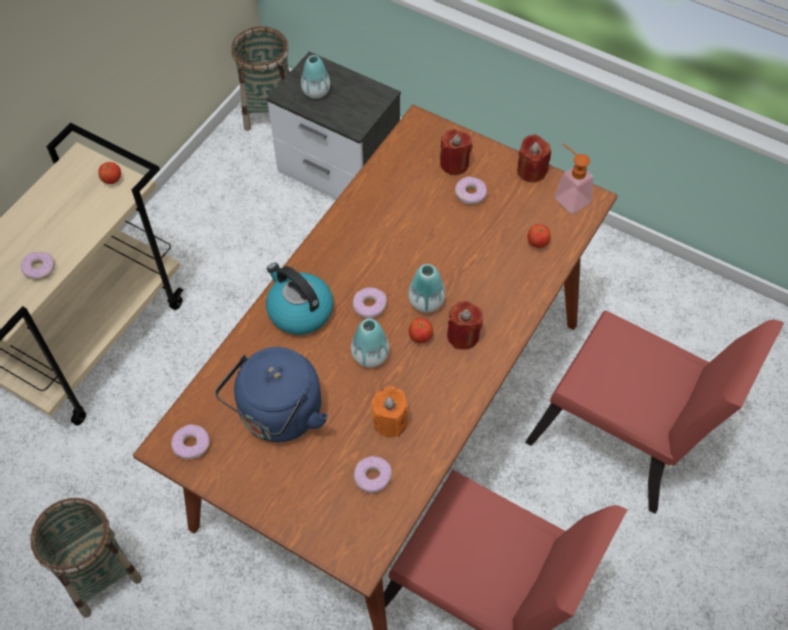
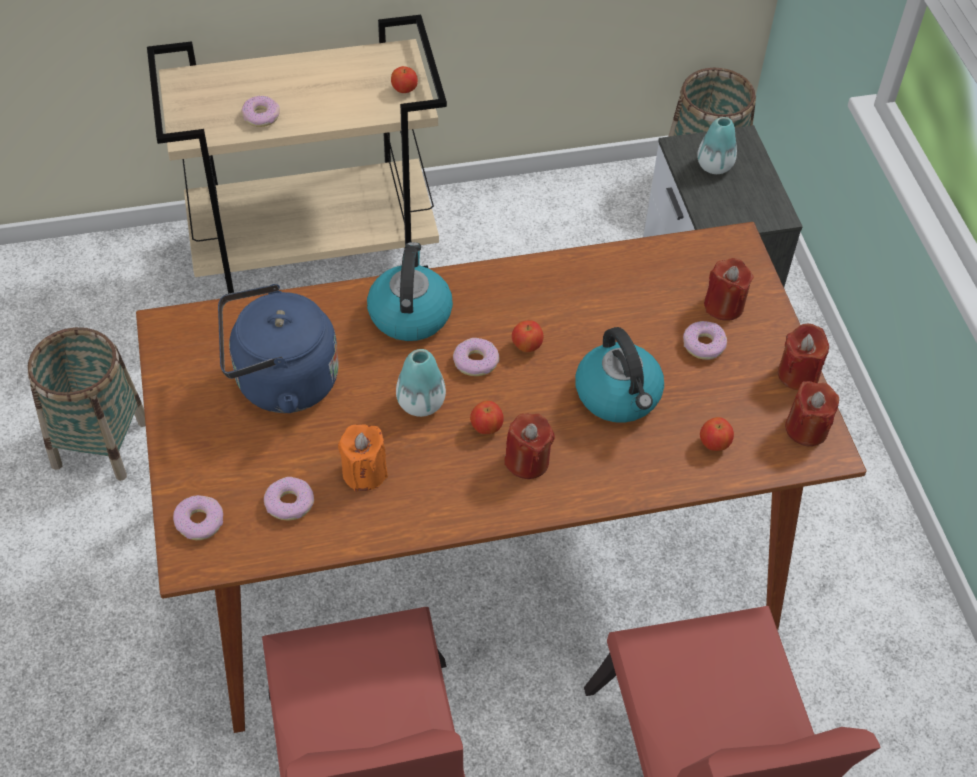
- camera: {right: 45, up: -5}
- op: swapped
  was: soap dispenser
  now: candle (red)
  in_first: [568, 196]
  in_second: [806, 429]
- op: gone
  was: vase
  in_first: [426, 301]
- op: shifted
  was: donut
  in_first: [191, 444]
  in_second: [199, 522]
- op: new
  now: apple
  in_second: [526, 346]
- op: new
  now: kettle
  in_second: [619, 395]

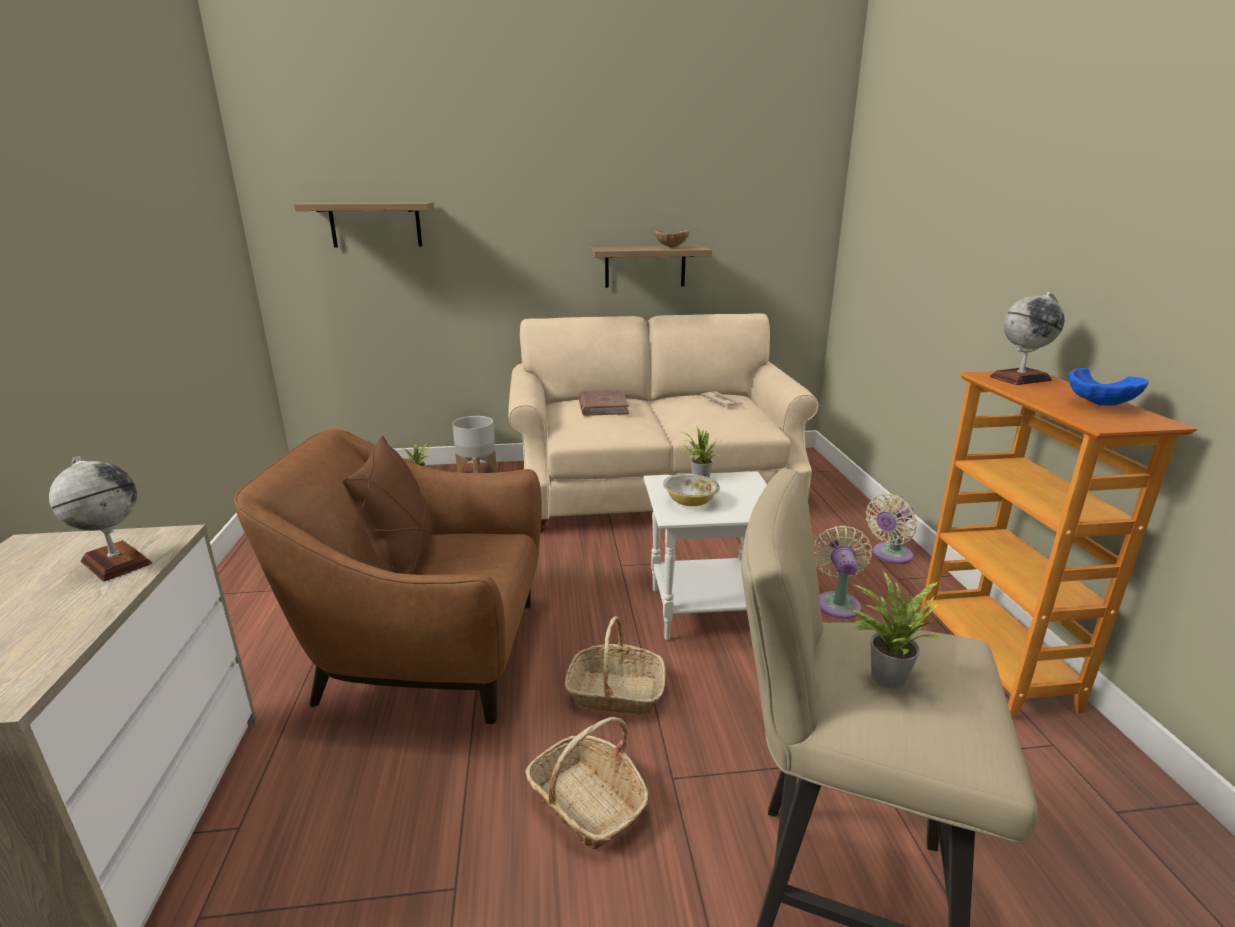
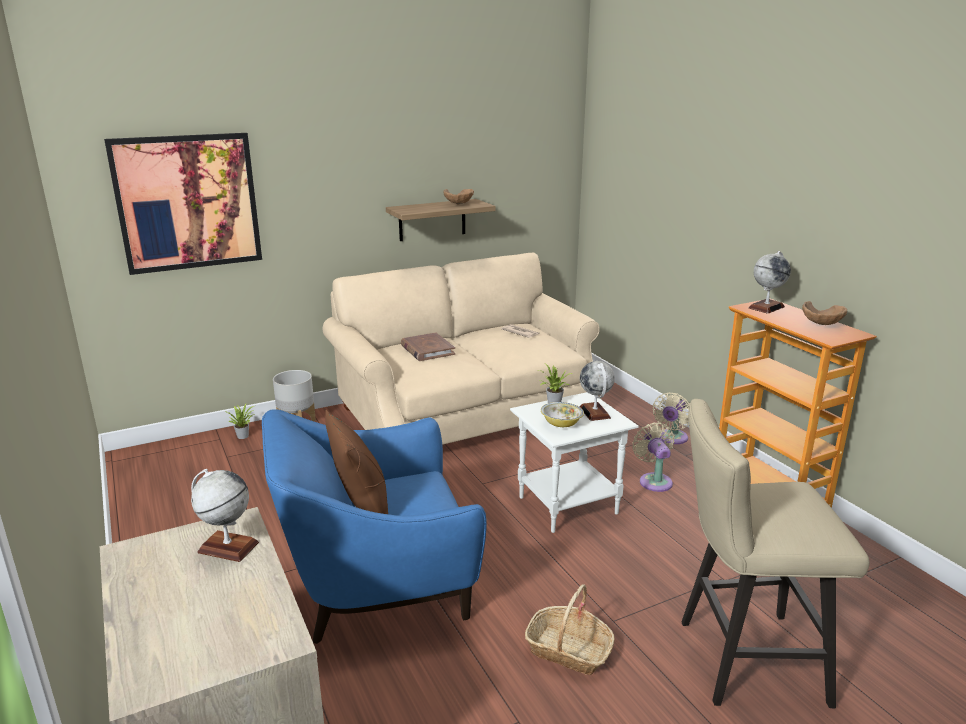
- camera: {right: -20, up: 0}
- op: swapped
  was: shelf
  now: picture
  in_first: [375, 224]
  in_second: [188, 202]
- op: repainted
  was: bowl (blue)
  now: bowl (brown)
  in_first: [1098, 406]
  in_second: [820, 325]
- op: repainted
  was: armchair (brown)
  now: armchair (blue)
  in_first: [427, 654]
  in_second: [378, 584]
- op: gone
  was: potted plant
  in_first: [884, 674]
- op: gone
  was: basket
  in_first: [615, 693]
- op: new
  now: globe
  in_second: [595, 412]

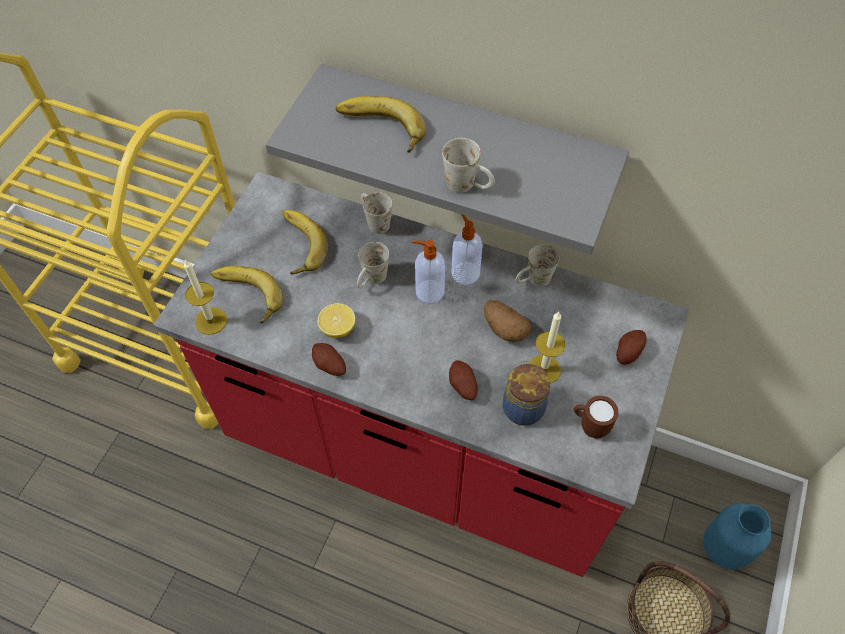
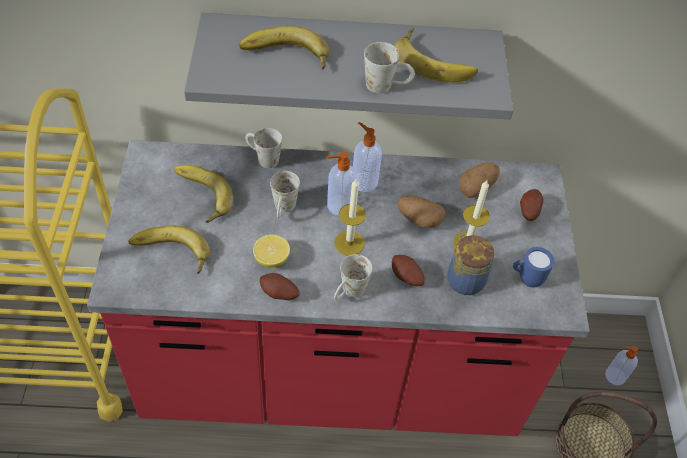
- camera: {right: -25, up: -5}
- op: shifted
  was: mug (white)
  in_first: [533, 281]
  in_second: [349, 293]
- op: shifted
  was: candle
  in_first: [211, 321]
  in_second: [349, 243]
- op: repainted
  was: mug (brown)
  now: mug (blue)
  in_first: [589, 426]
  in_second: [526, 279]
- op: swapped
  was: vase (blue)
  now: soap dispenser
  in_first: [725, 548]
  in_second: [614, 376]
- op: new
  now: banana
  in_second: [435, 61]
- op: new
  now: potato
  in_second: [477, 188]

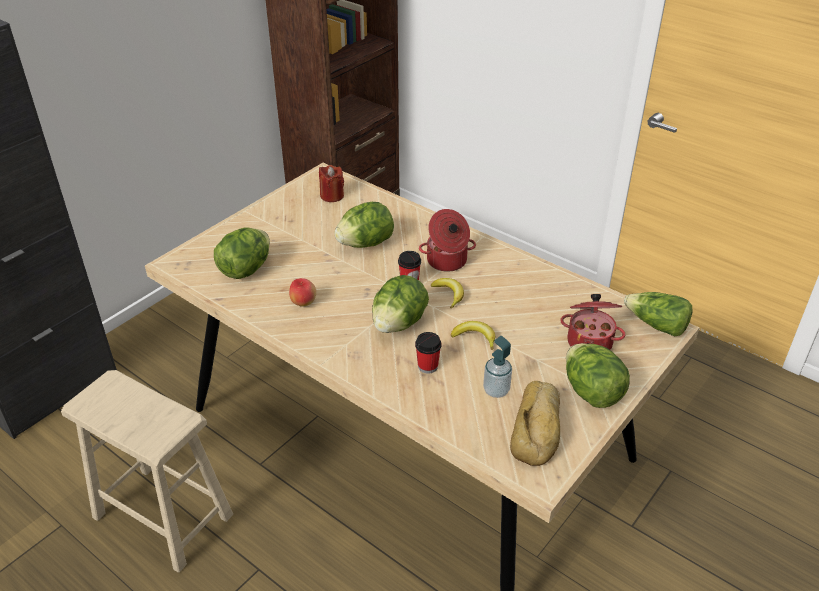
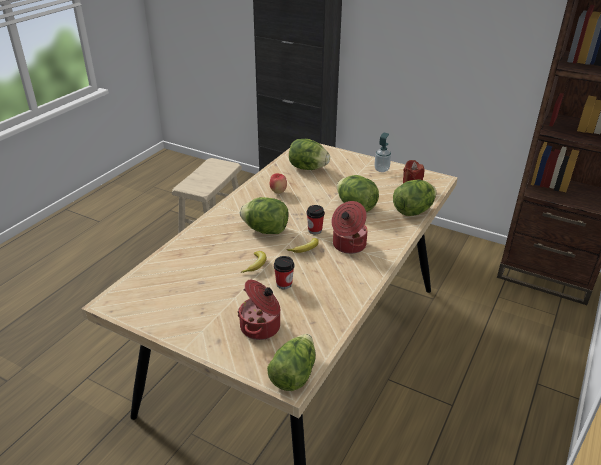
- camera: {right: 80, up: -5}
- op: shifted
  was: cup
  in_first: [427, 366]
  in_second: [284, 284]
- op: shifted
  was: soap dispenser
  in_first: [496, 390]
  in_second: [381, 169]
- op: shifted
  was: lettuce
  in_first: [591, 392]
  in_second: [413, 211]
- op: gone
  was: bread
  in_first: [538, 428]

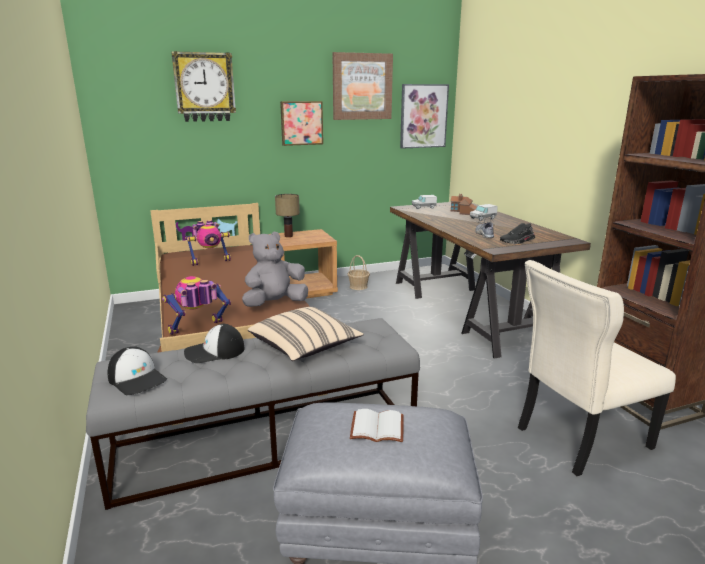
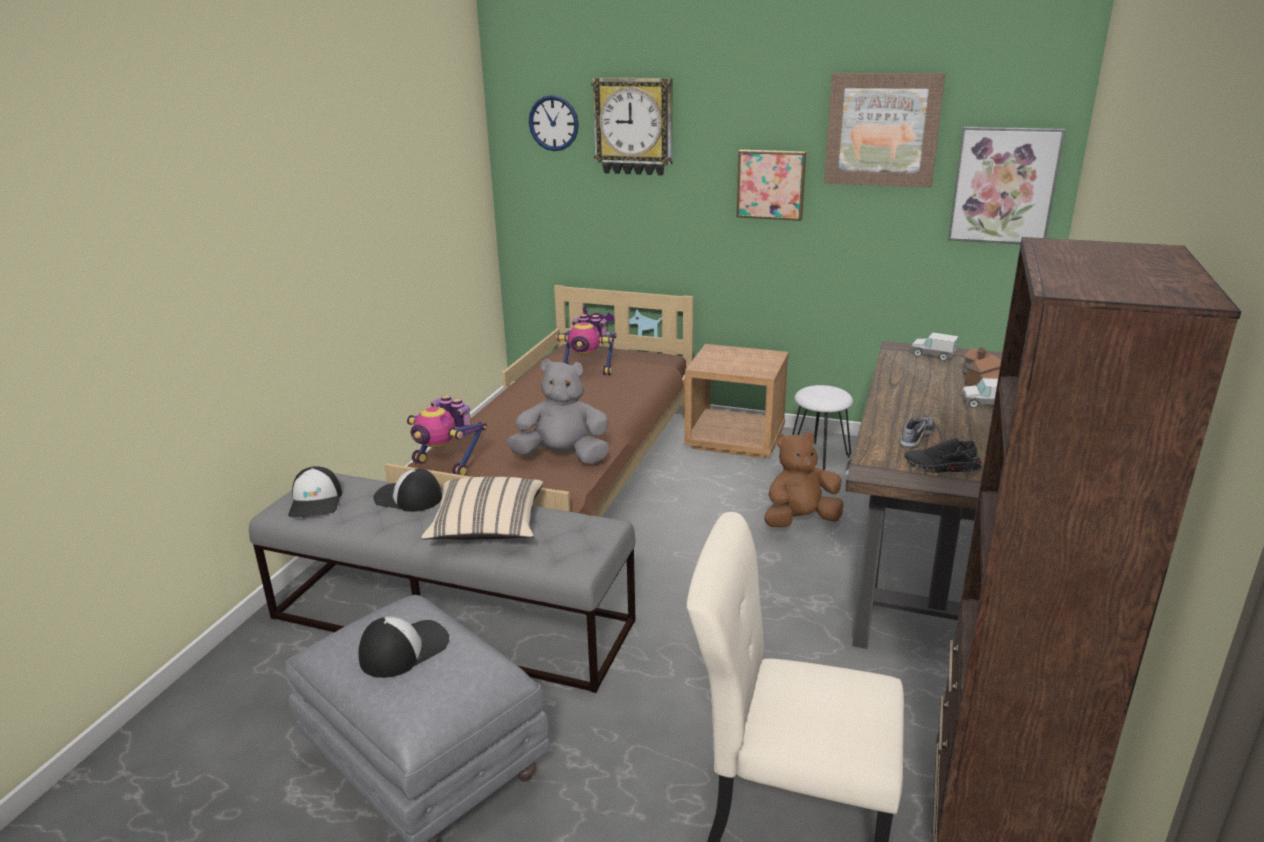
- camera: {right: 40, up: 5}
- op: gone
  was: table lamp
  in_first: [288, 236]
- op: swapped
  was: basket
  now: stool (white)
  in_first: [358, 286]
  in_second: [819, 456]
- op: rotated
  was: toy robot
  in_first: [198, 330]
  in_second: [446, 465]
  clockwise: -150
- op: swapped
  was: book (white)
  now: cap
  in_first: [376, 429]
  in_second: [403, 649]
- op: new
  now: wall clock
  in_second: [553, 123]
- op: new
  now: plush toy (brown)
  in_second: [800, 520]

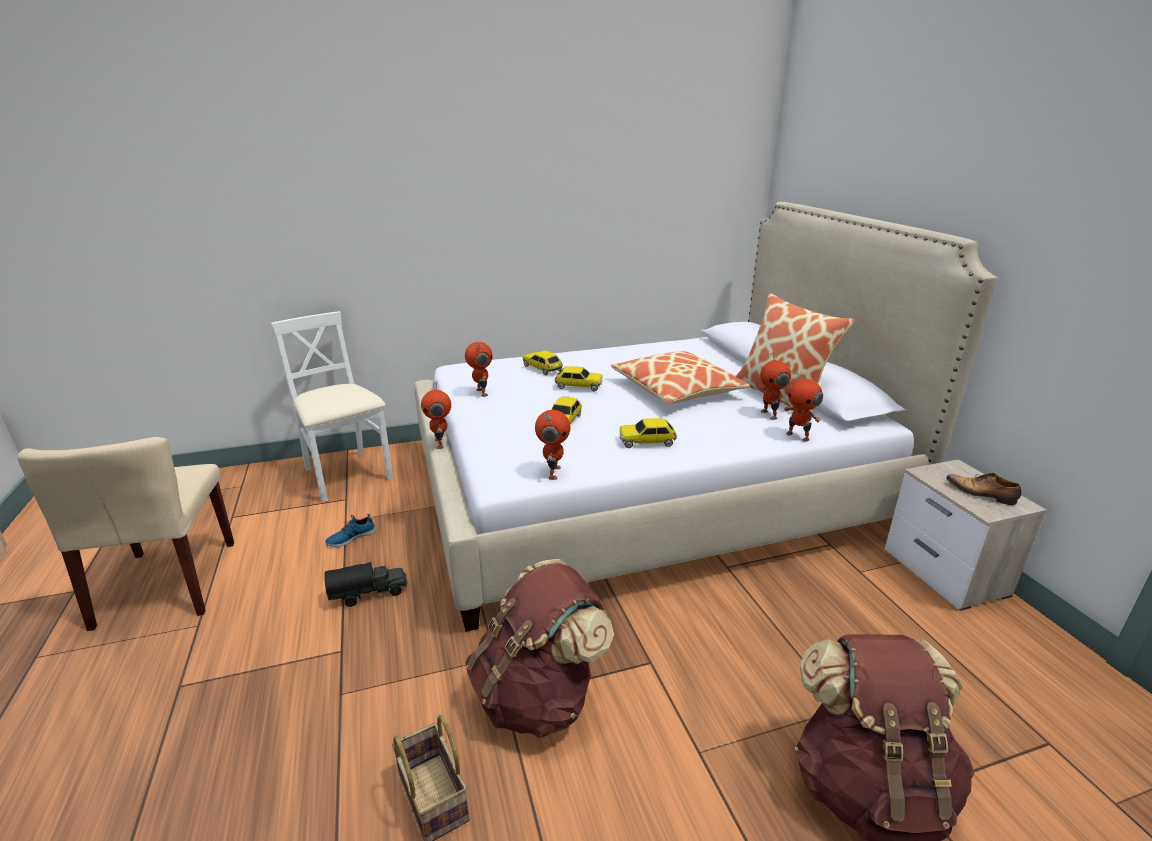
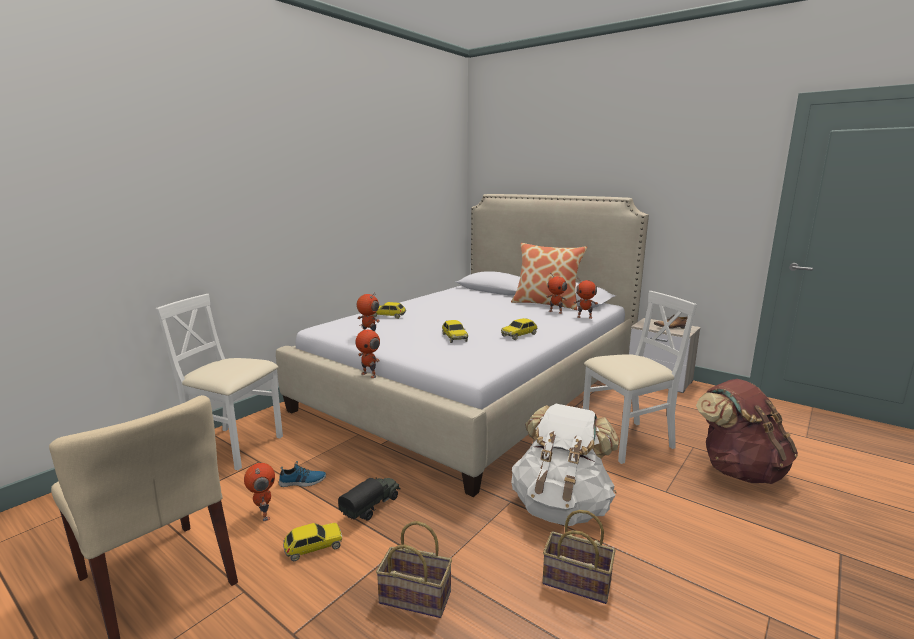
- camera: {right: -35, up: -10}
- op: gone
  was: pillow
  in_first: [677, 390]
- op: shifted
  was: toy car
  in_first: [578, 386]
  in_second: [313, 547]
- op: shifted
  was: toy robot
  in_first: [553, 472]
  in_second: [263, 514]
- op: rotated
  was: shoe
  in_first: [351, 537]
  in_second: [302, 482]
  clockwise: -120
- op: repainted
  was: backpack (brown)
  now: backpack (white)
  in_first: [538, 696]
  in_second: [561, 507]
- op: new
  now: chair (white)
  in_second: [627, 441]
- op: new
  now: basket
  in_second: [417, 596]

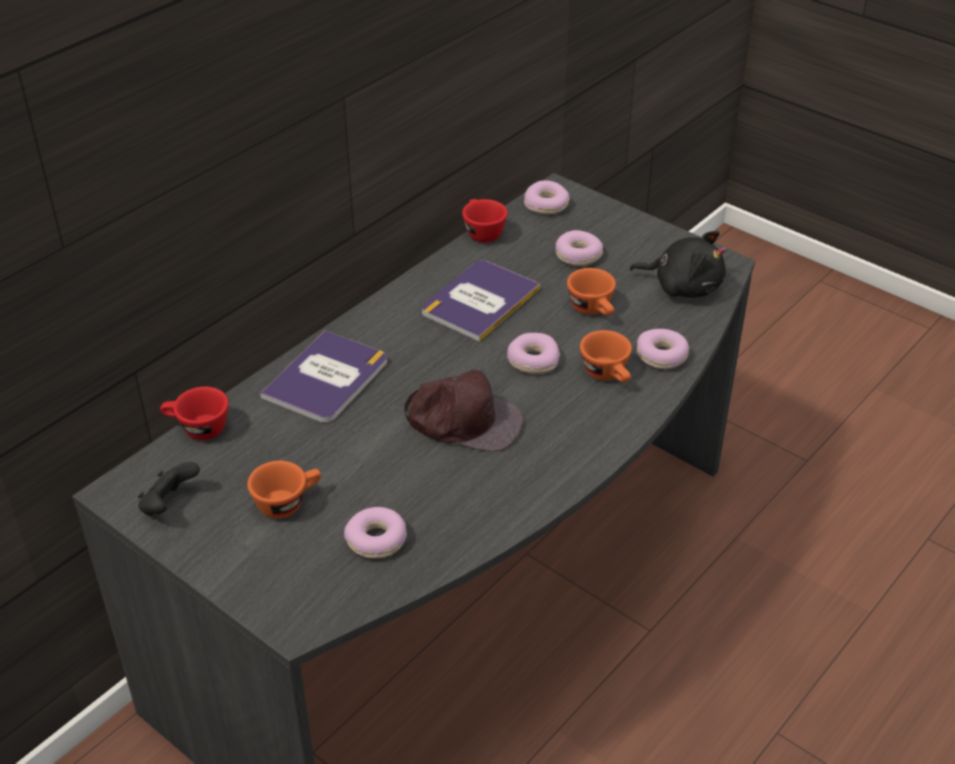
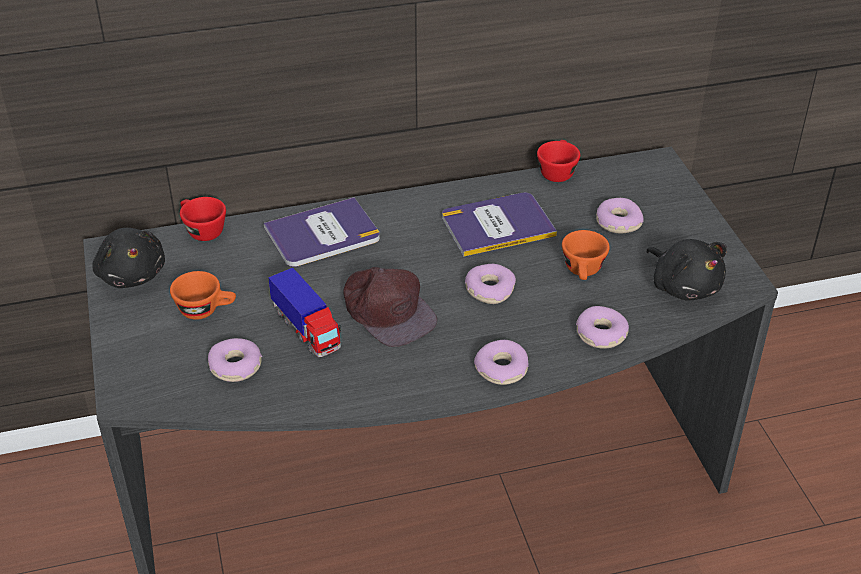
- camera: {right: 35, up: 0}
- op: shifted
  was: donut
  in_first: [546, 205]
  in_second: [502, 369]
- op: gone
  was: cup (orange)
  in_first: [608, 375]
- op: swapped
  was: game controller (black)
  now: plush toy (black)
  in_first: [169, 505]
  in_second: [132, 274]
- op: new
  now: toy truck
  in_second: [306, 330]

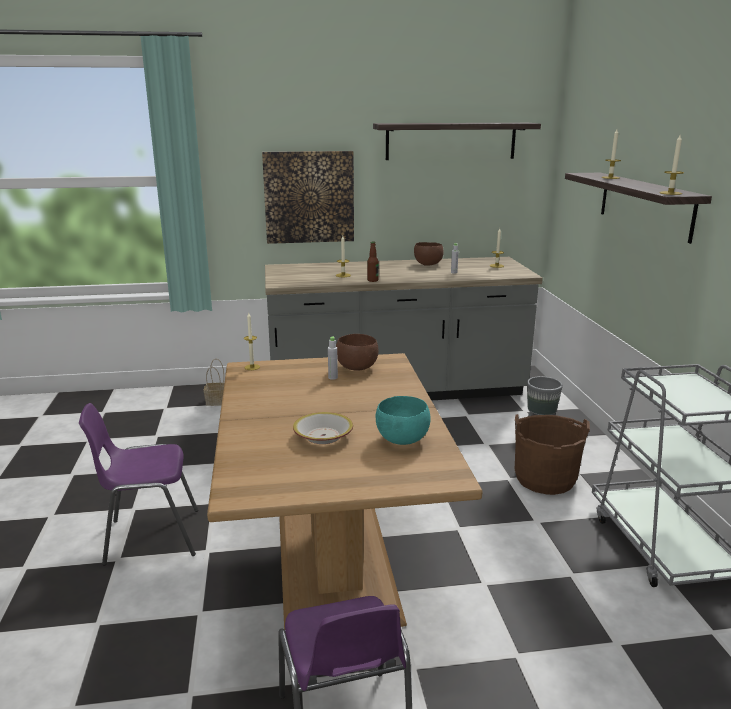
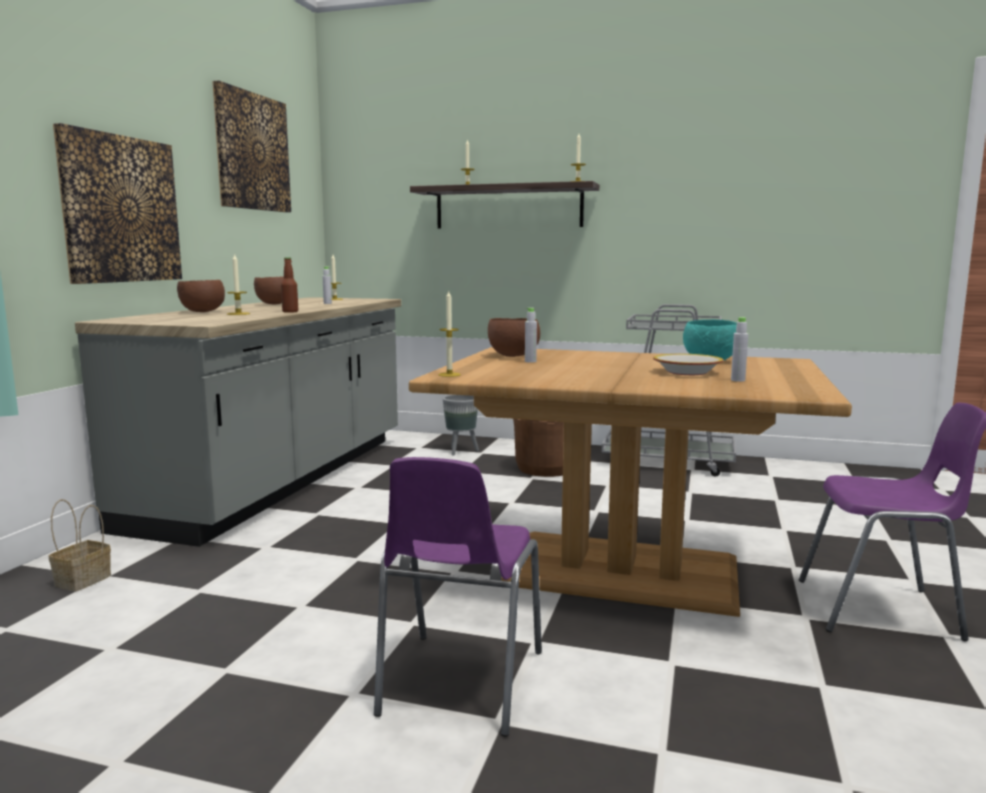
- camera: {right: -65, up: -10}
- op: swapped
  was: shelf
  now: picture
  in_first: [451, 141]
  in_second: [252, 152]
- op: new
  now: bowl (brown)
  in_second: [202, 312]
- op: new
  now: bottle (grey)
  in_second: [738, 380]

